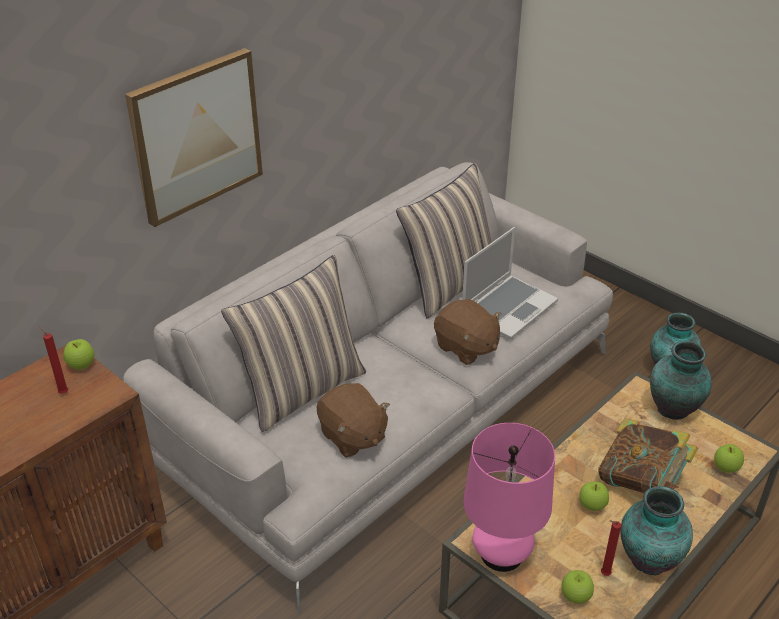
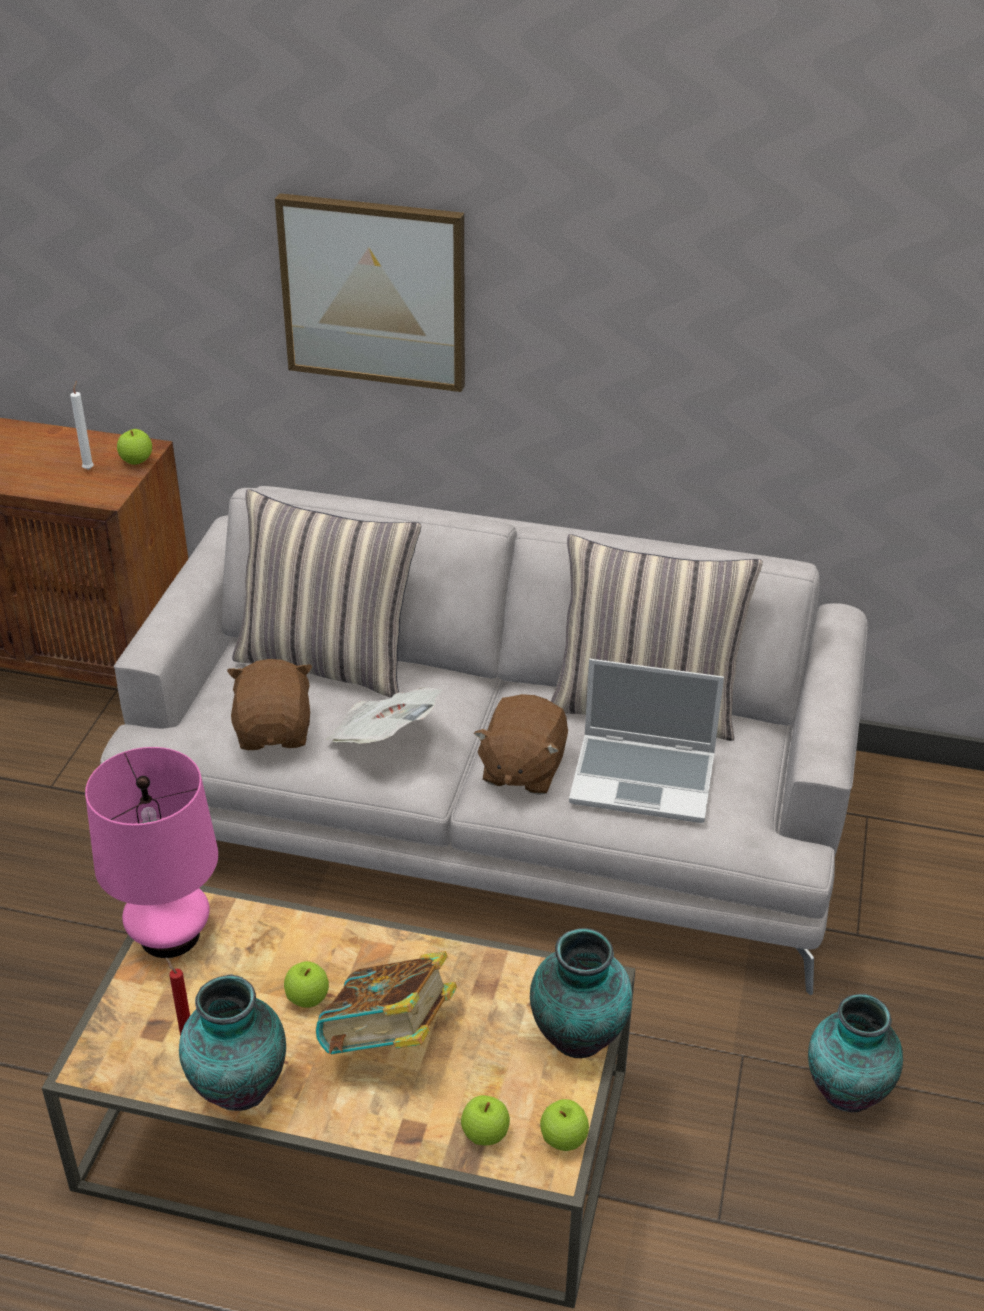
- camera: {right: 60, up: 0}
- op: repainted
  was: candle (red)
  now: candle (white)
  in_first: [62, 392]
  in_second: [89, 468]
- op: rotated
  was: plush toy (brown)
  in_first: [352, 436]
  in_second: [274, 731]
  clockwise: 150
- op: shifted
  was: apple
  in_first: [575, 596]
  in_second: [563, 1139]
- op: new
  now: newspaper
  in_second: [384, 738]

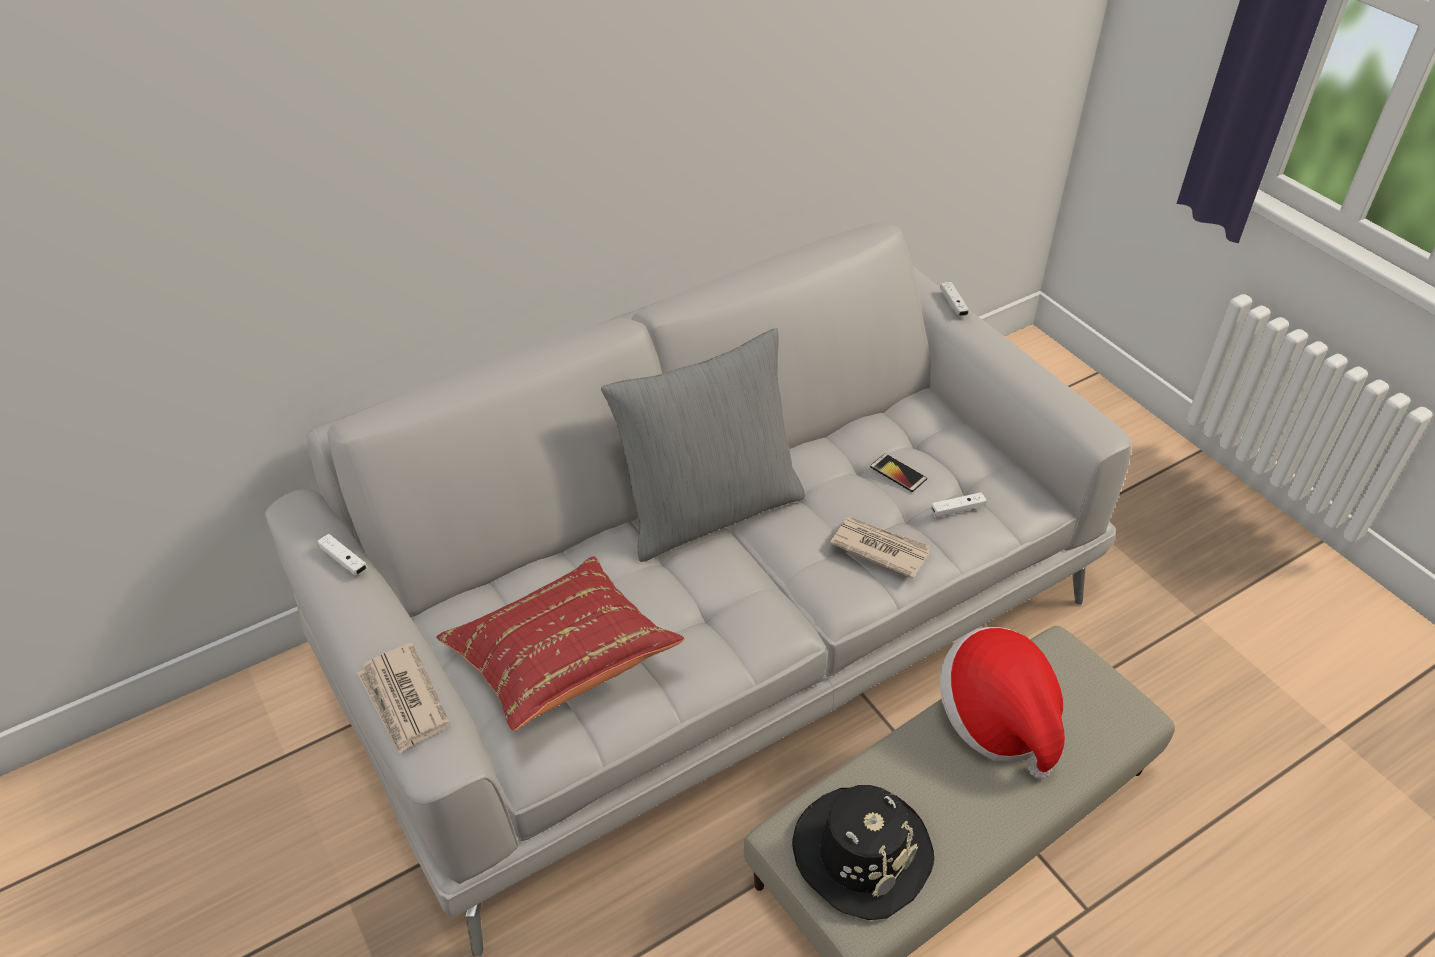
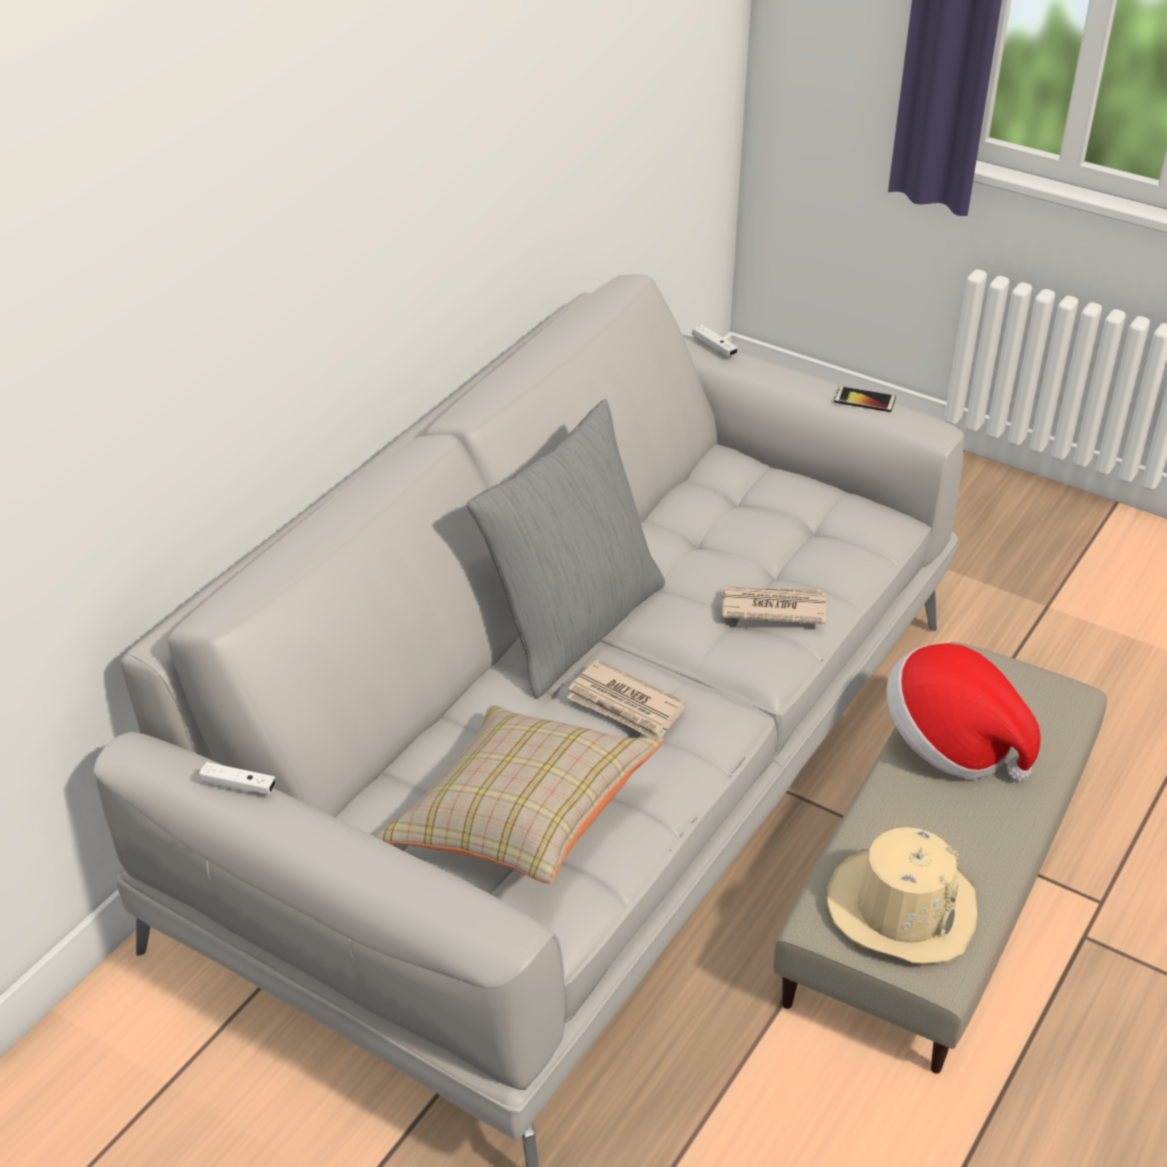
- camera: {right: -25, up: -5}
- op: shifted
  was: phone
  in_first: [898, 473]
  in_second: [864, 400]
- op: gone
  was: game controller (white)
  in_first: [957, 509]
- op: repainted
  was: pillow (red)
  now: pillow (beige)
  in_first: [561, 662]
  in_second: [521, 821]
- op: shifted
  was: newspaper
  in_first: [403, 701]
  in_second: [625, 705]
- op: repainted
  was: hat (black)
  now: hat (beige)
  in_first: [861, 853]
  in_second: [902, 907]

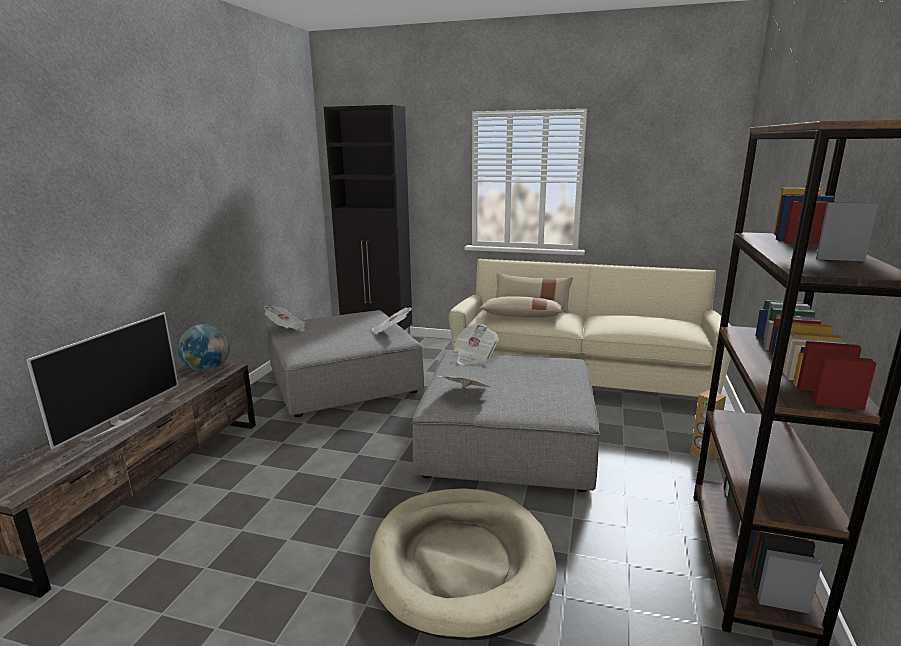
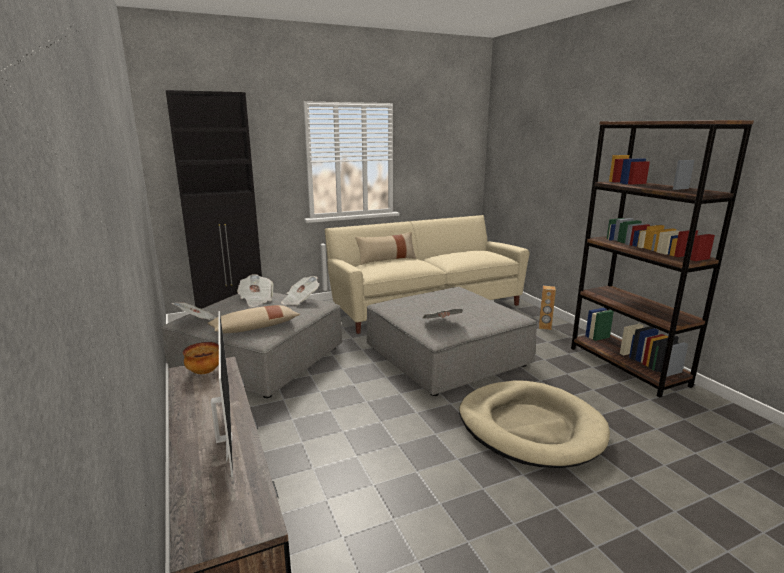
- camera: {right: -40, up: 0}
- op: shifted
  was: pillow (beige)
  in_first: [521, 316]
  in_second: [255, 328]
- op: swapped
  was: globe
  now: bowl
  in_first: [208, 369]
  in_second: [205, 372]
- op: shifted
  was: newspaper
  in_first: [474, 357]
  in_second: [256, 300]

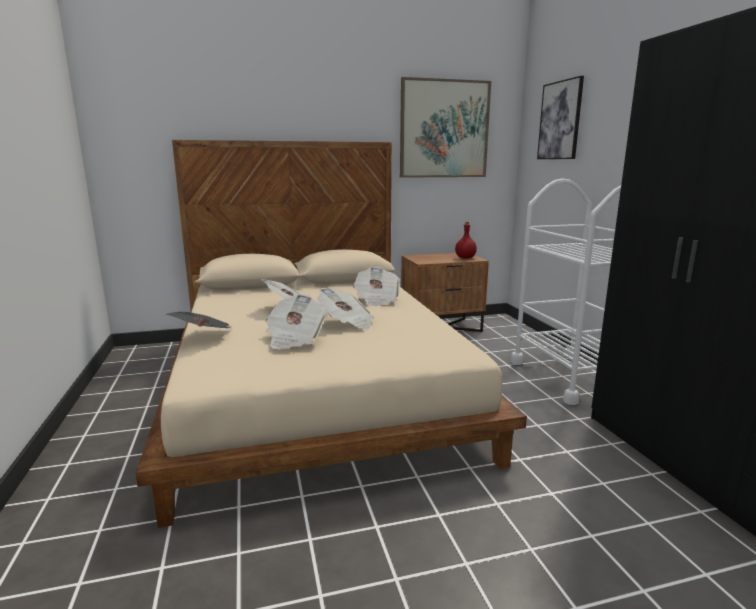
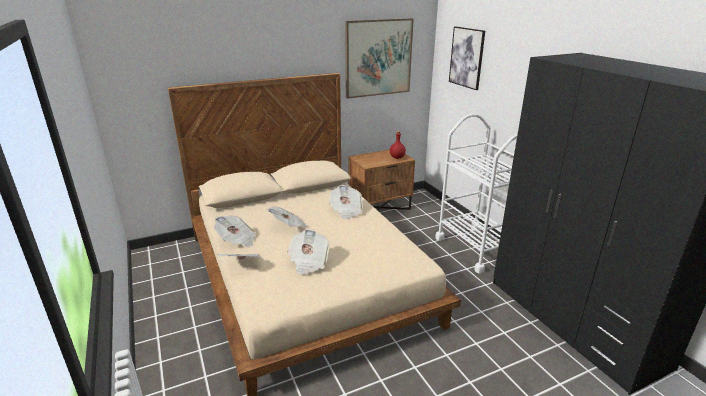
- camera: {right: -10, up: 10}
- op: shifted
  was: newspaper
  in_first: [347, 323]
  in_second: [237, 240]

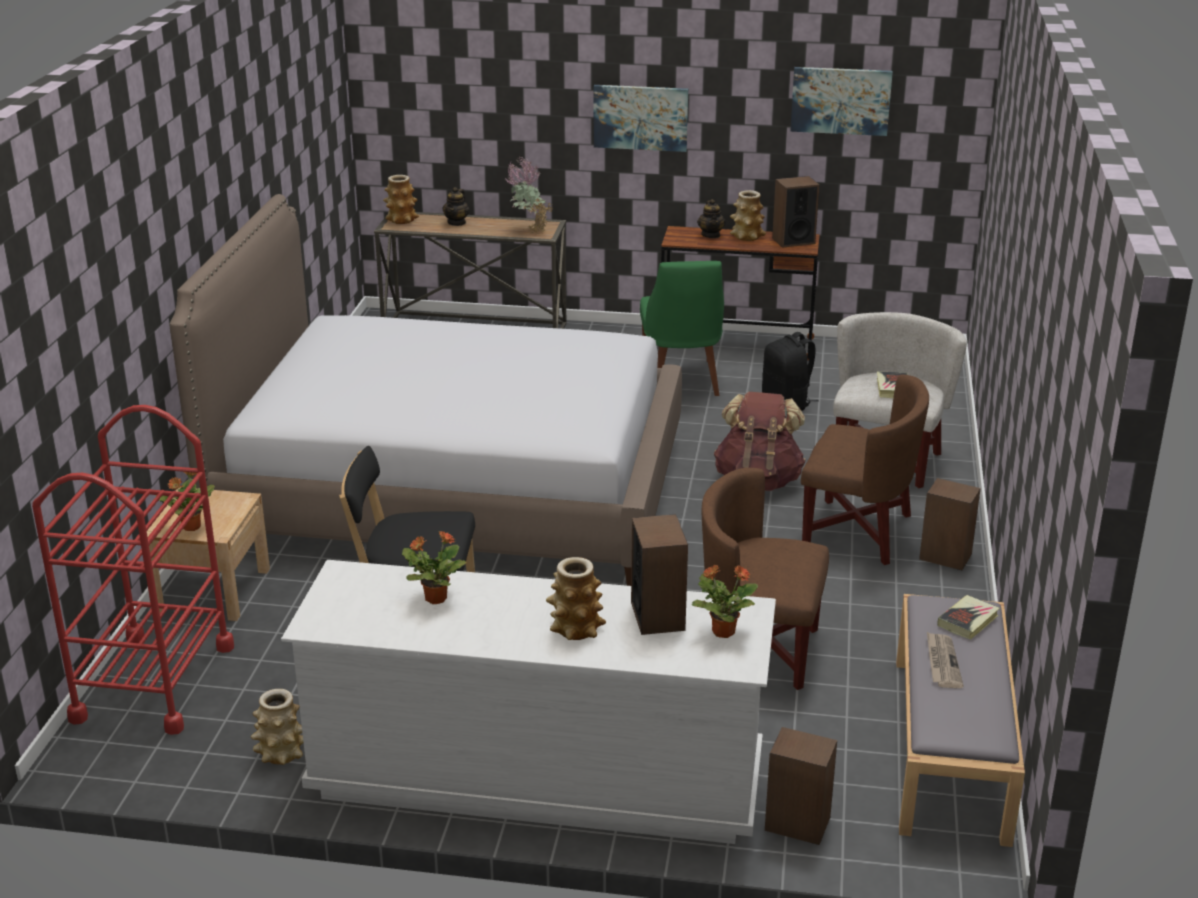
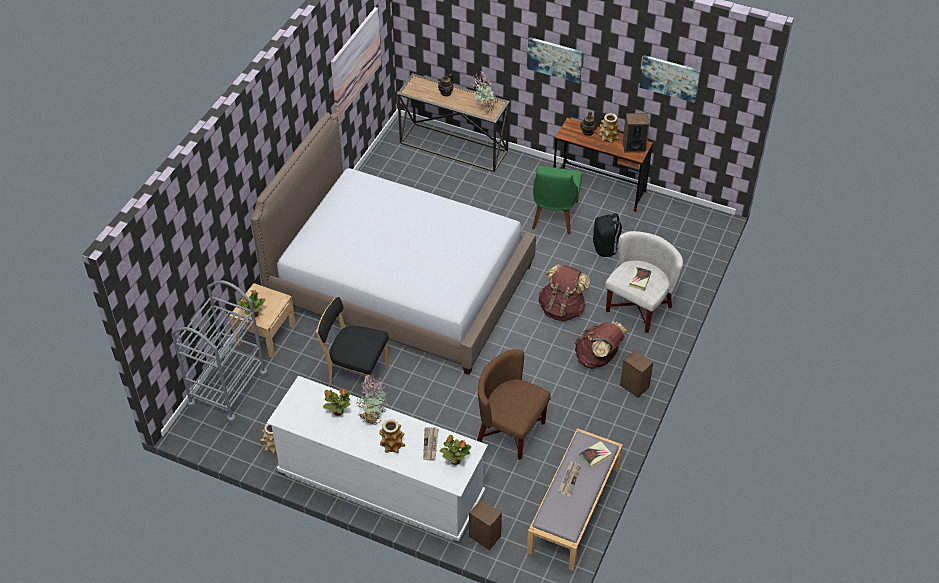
- camera: {right: 15, up: 20}
- op: gone
  was: vase
  in_first: [401, 220]
- op: swapped
  was: armchair (brown)
  now: backpack (brown)
  in_first: [858, 531]
  in_second: [598, 358]
- op: repainted
  was: cart (red)
  now: cart (grey)
  in_first: [154, 682]
  in_second: [228, 390]
- op: swapped
  was: speaker
  now: newspaper
  in_first: [658, 616]
  in_second: [431, 444]
- op: new
  now: picture
  in_second: [355, 62]
- op: new
  now: potted plant
  in_second: [372, 416]

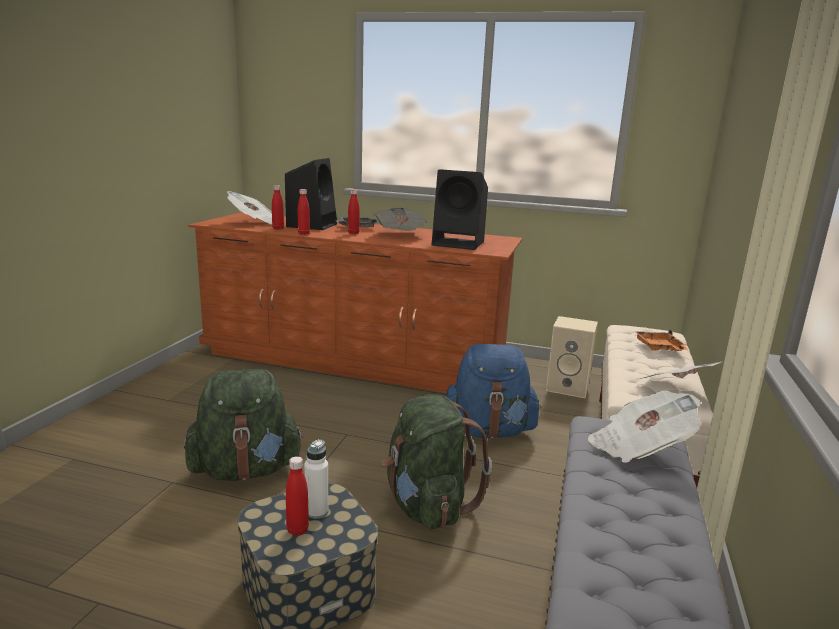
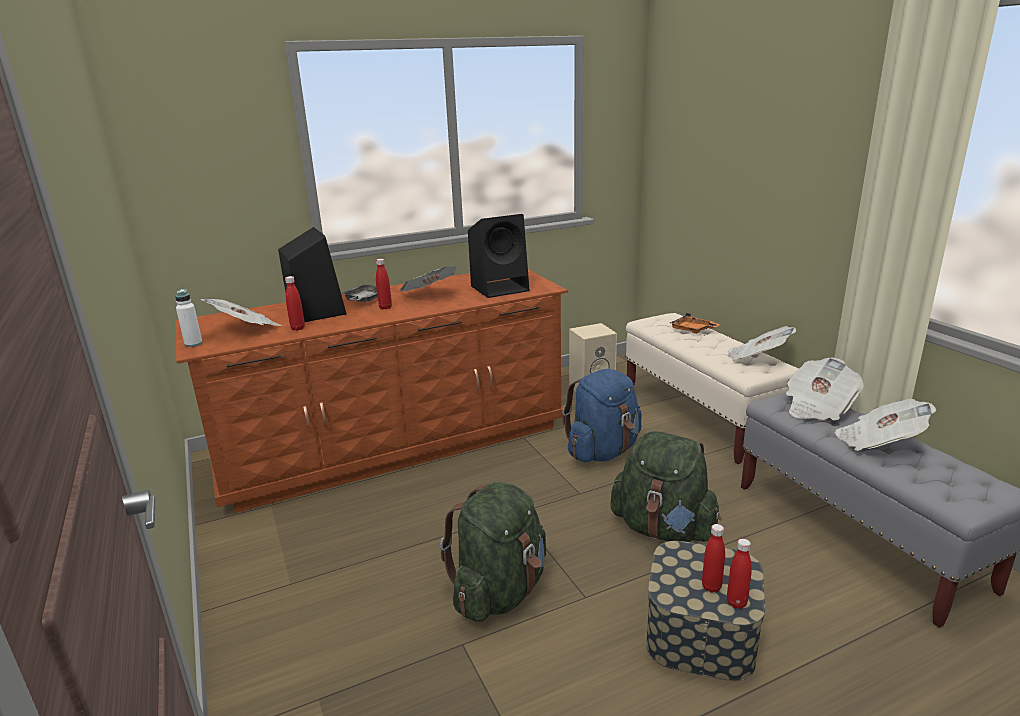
- camera: {right: -40, up: 5}
- op: shifted
  was: bottle (red)
  in_first: [303, 234]
  in_second: [736, 603]
- op: shifted
  was: bottle (white)
  in_first: [316, 512]
  in_second: [193, 344]
- op: new
  now: newspaper
  in_second: [878, 443]

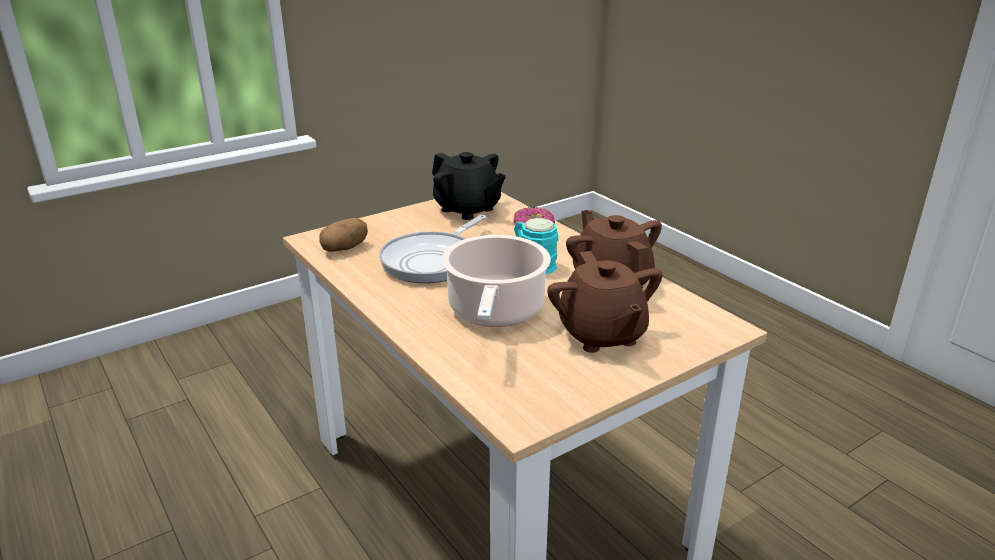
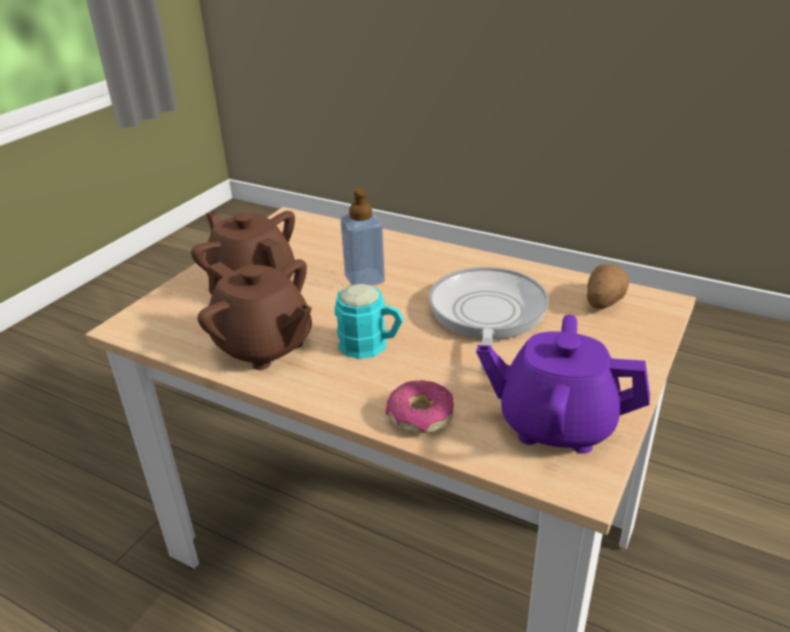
- camera: {right: 155, up: 5}
- op: repainted
  was: teapot (black)
  now: teapot (purple)
  in_first: [467, 209]
  in_second: [556, 424]
- op: swapped
  was: cooking pot
  now: soap dispenser
  in_first: [495, 312]
  in_second: [364, 279]

